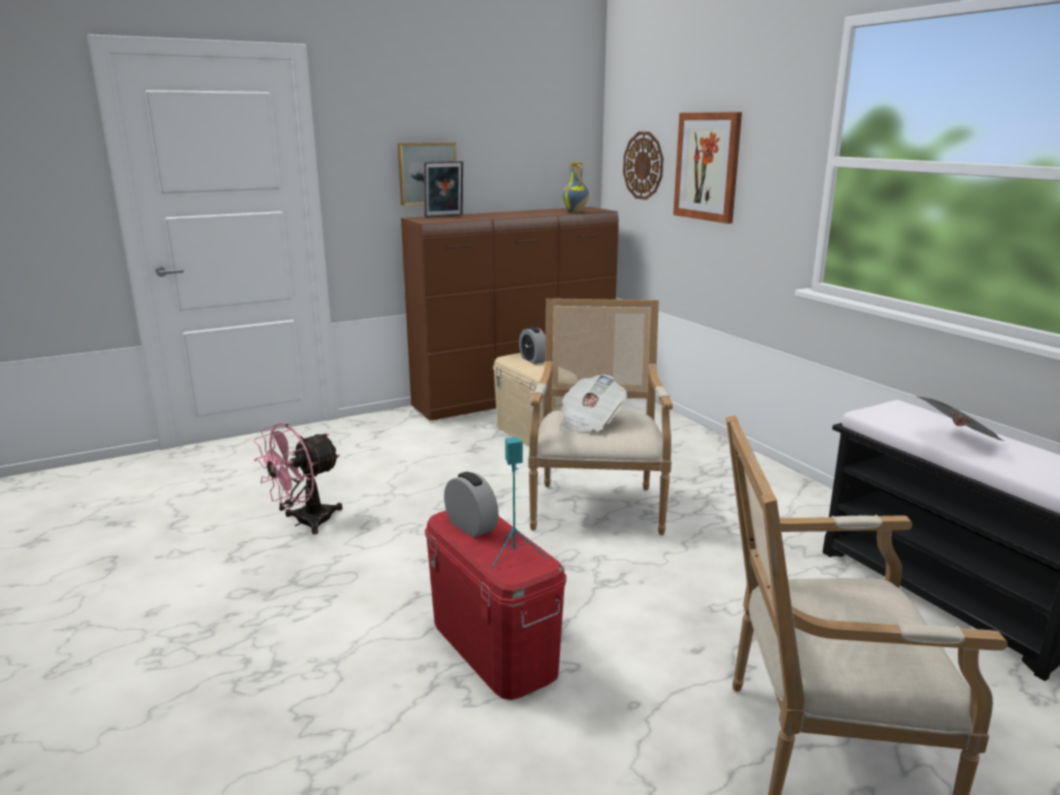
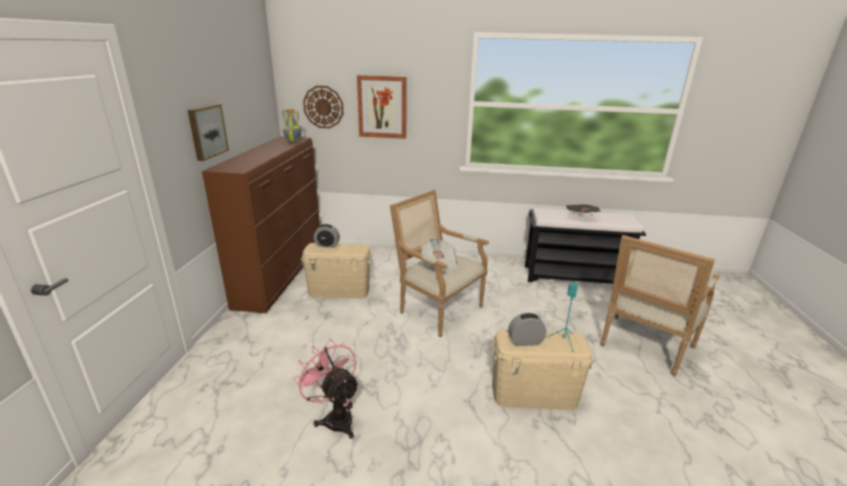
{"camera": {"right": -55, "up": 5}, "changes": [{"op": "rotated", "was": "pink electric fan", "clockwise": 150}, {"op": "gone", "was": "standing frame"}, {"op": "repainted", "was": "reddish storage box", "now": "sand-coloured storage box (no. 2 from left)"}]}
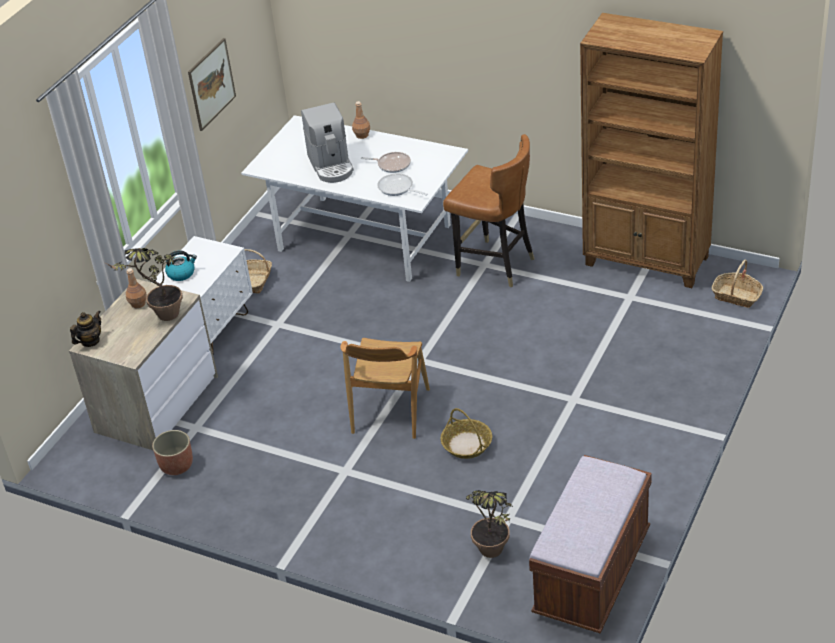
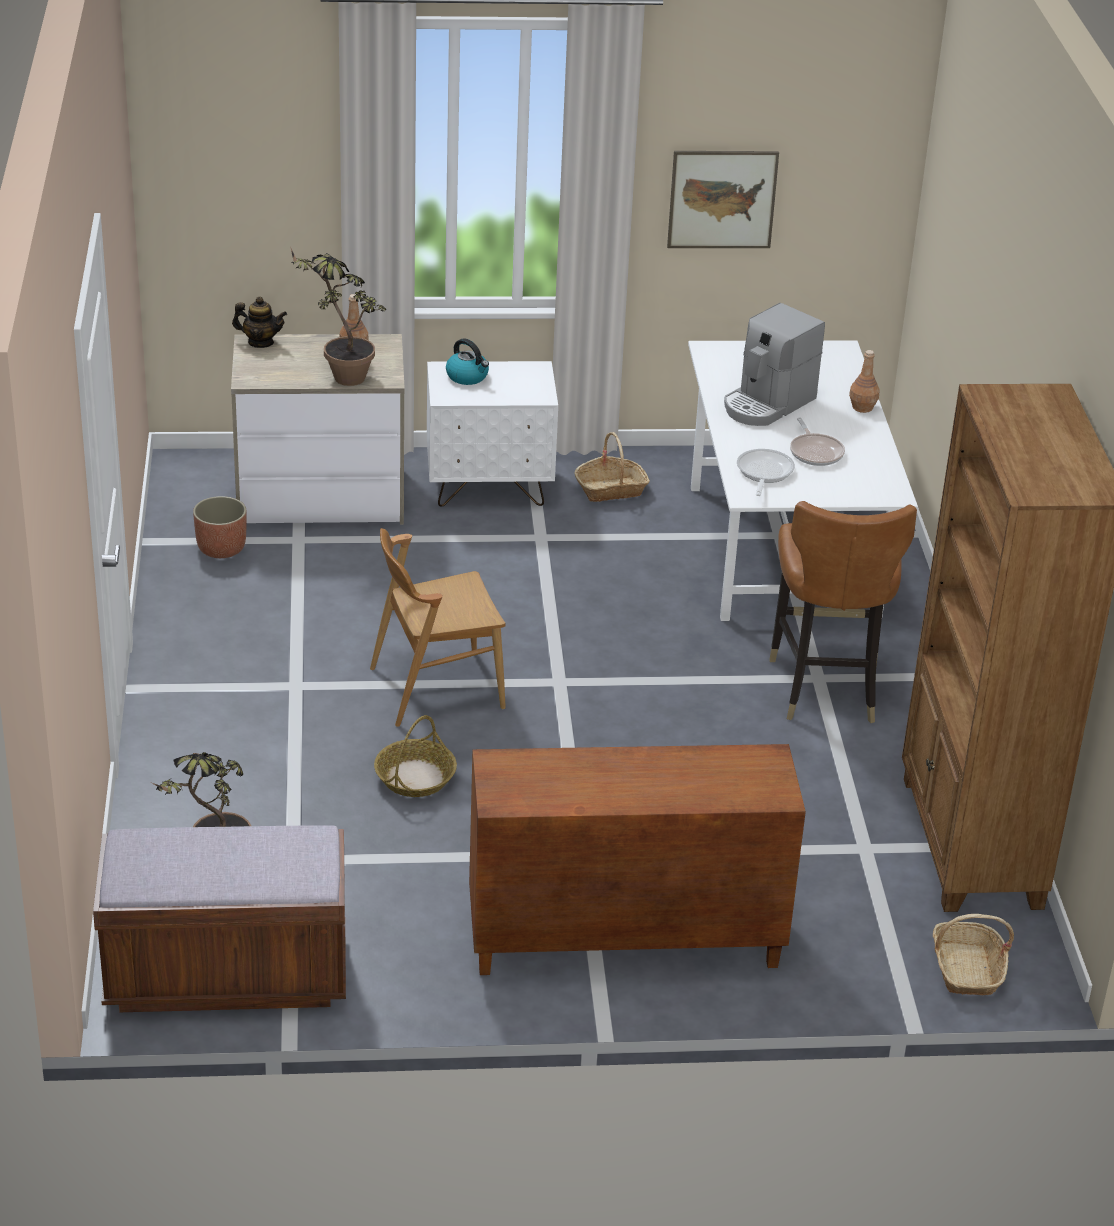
{"camera": {"right": 55, "up": -5}, "changes": [{"op": "new", "now": "brown-coloured storage cabinet"}]}
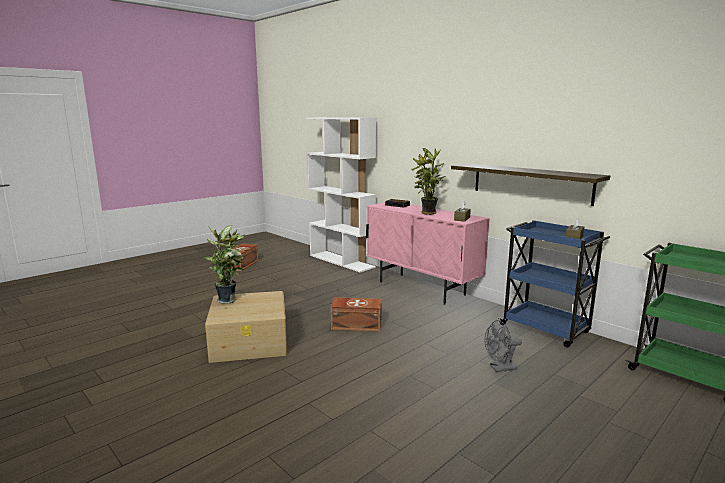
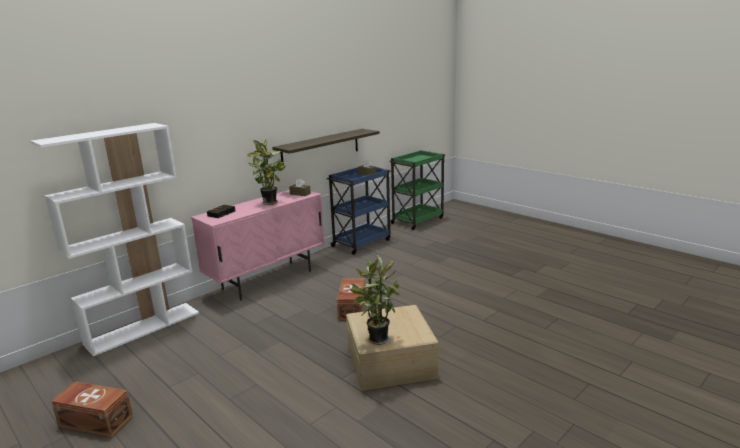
{"camera": {"right": -90, "up": 5}, "changes": [{"op": "gone", "was": "gray electric fan"}]}
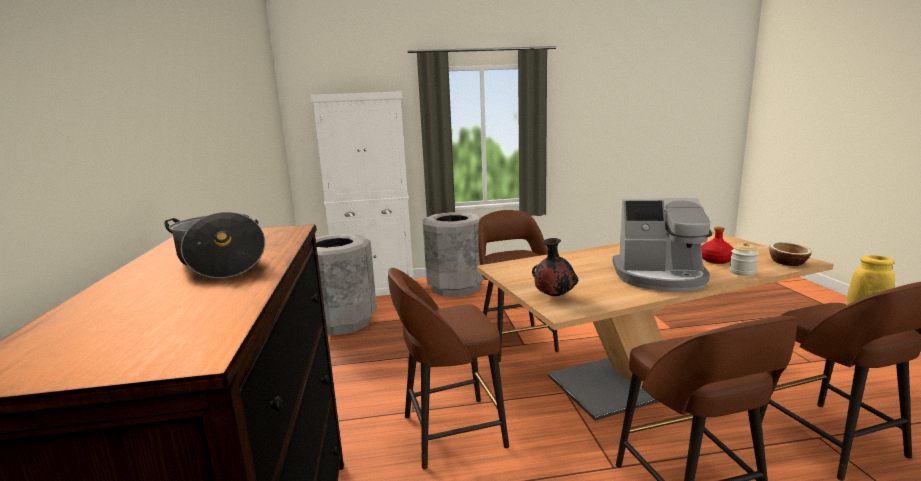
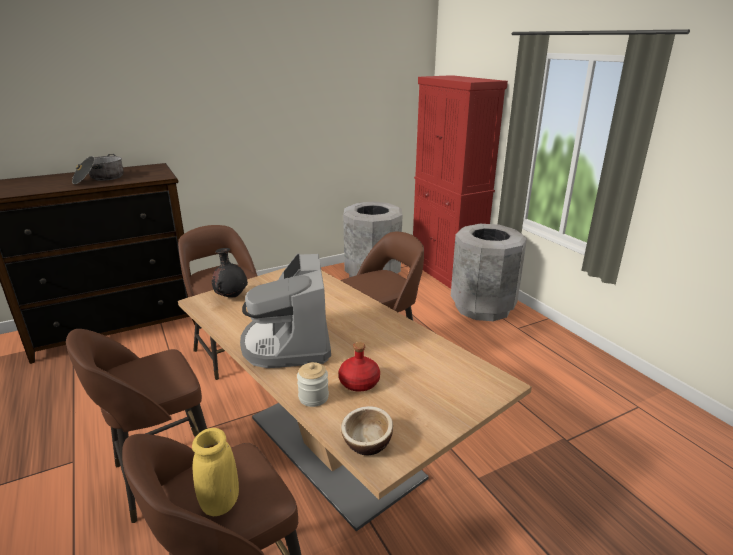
{"camera": {"right": 70, "up": 10}, "changes": [{"op": "repainted", "was": "whitish storage cabinet", "now": "reddish storage cabinet"}]}
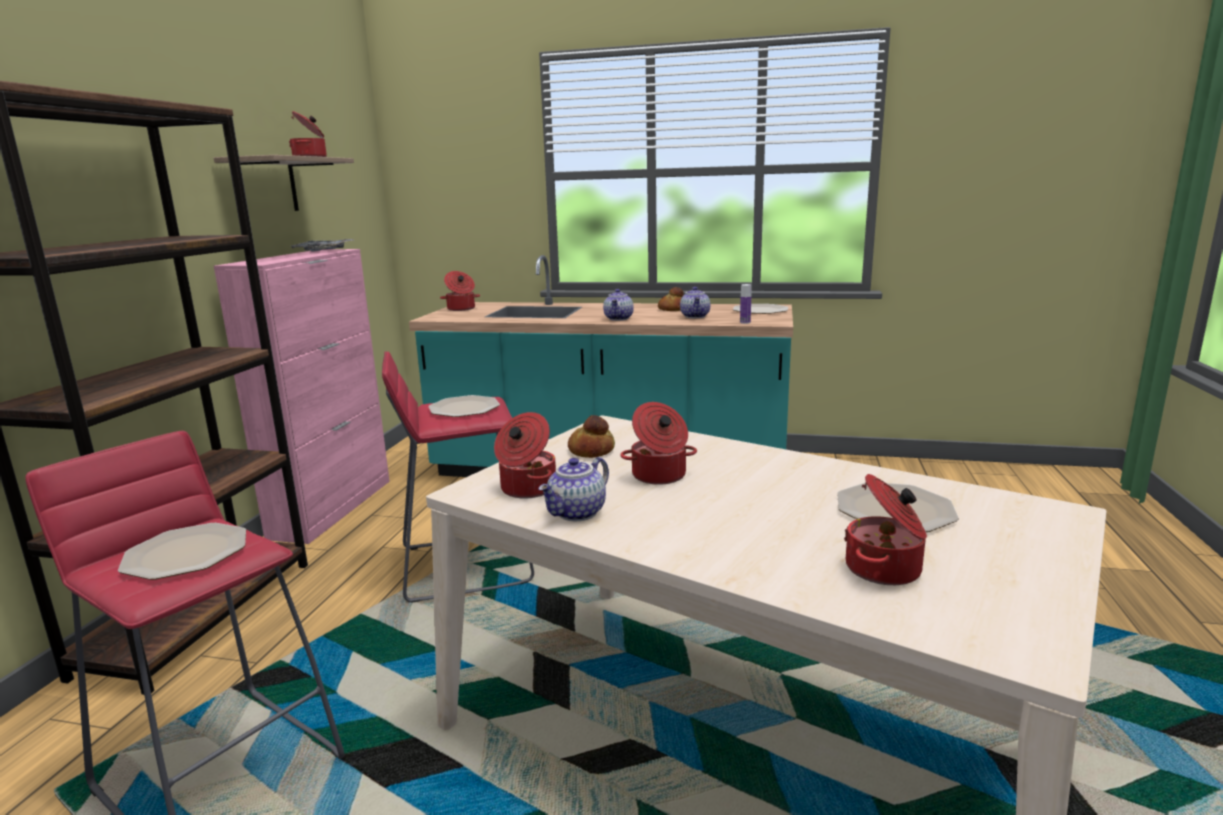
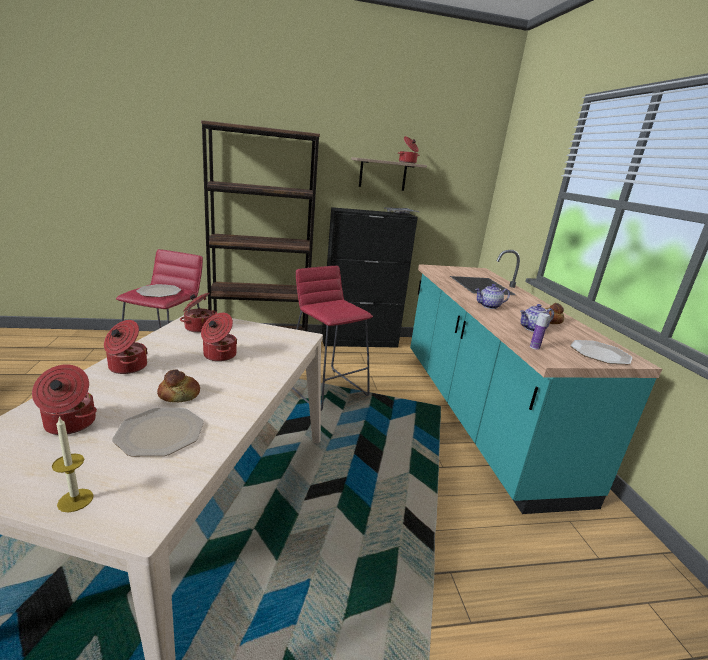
{"camera": {"right": 65, "up": 5}, "changes": [{"op": "repainted", "was": "pink storage cabinet", "now": "blackish storage cabinet"}, {"op": "gone", "was": "flat dish (no. 2 from left)"}, {"op": "shifted", "was": "stockpot (no. 2 from left)"}, {"op": "gone", "was": "tea pot (no. 1 from left)"}, {"op": "shifted", "was": "bakery bread (no. 1 from left)"}, {"op": "new", "now": "wax candle"}]}
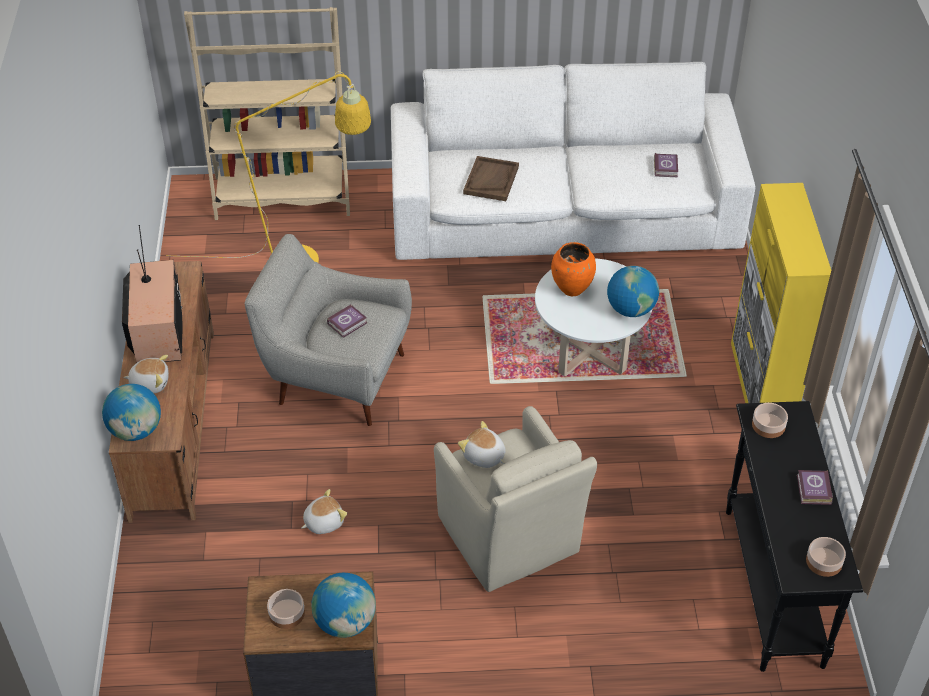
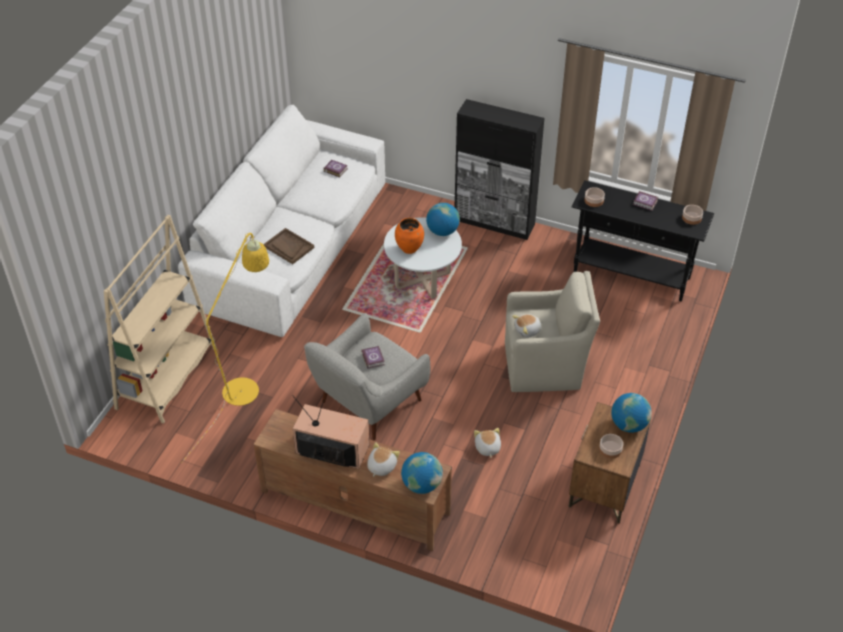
{"camera": {"right": -65, "up": 0}, "changes": [{"op": "repainted", "was": "yellow storage cabinet", "now": "blackish storage cabinet"}]}
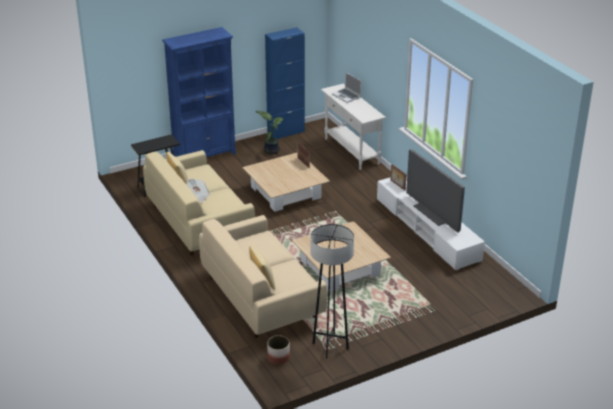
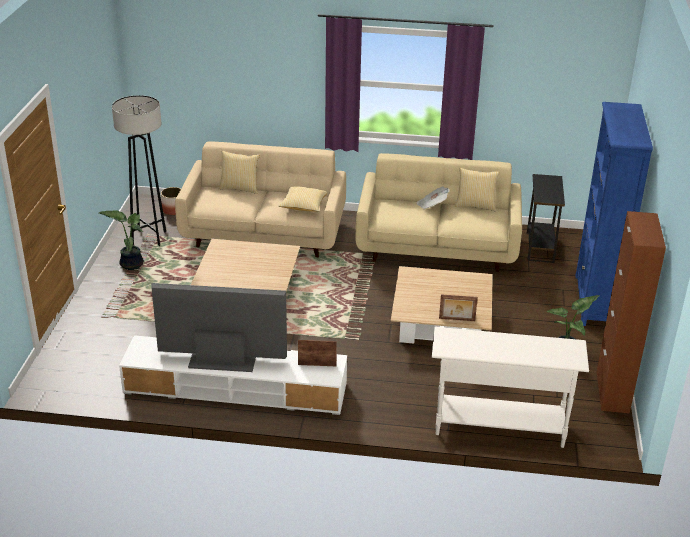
{"camera": {"right": 125, "up": 0}, "changes": [{"op": "repainted", "was": "bluish storage cabinet", "now": "brown-coloured storage cabinet"}, {"op": "gone", "was": "laptop"}, {"op": "new", "now": "houseplant (no. 1 from left)"}, {"op": "new", "now": "pillow (no. 2 from left)"}]}
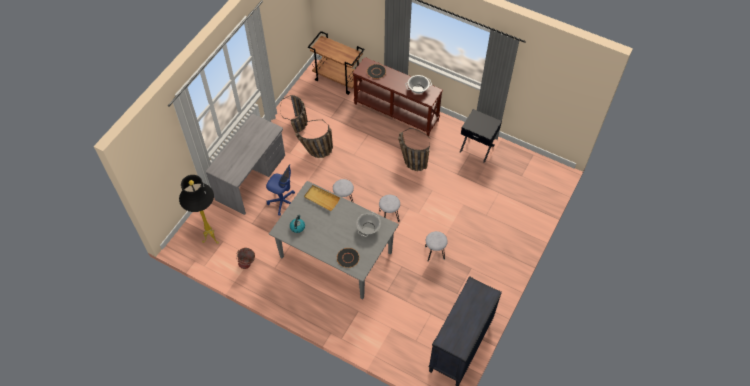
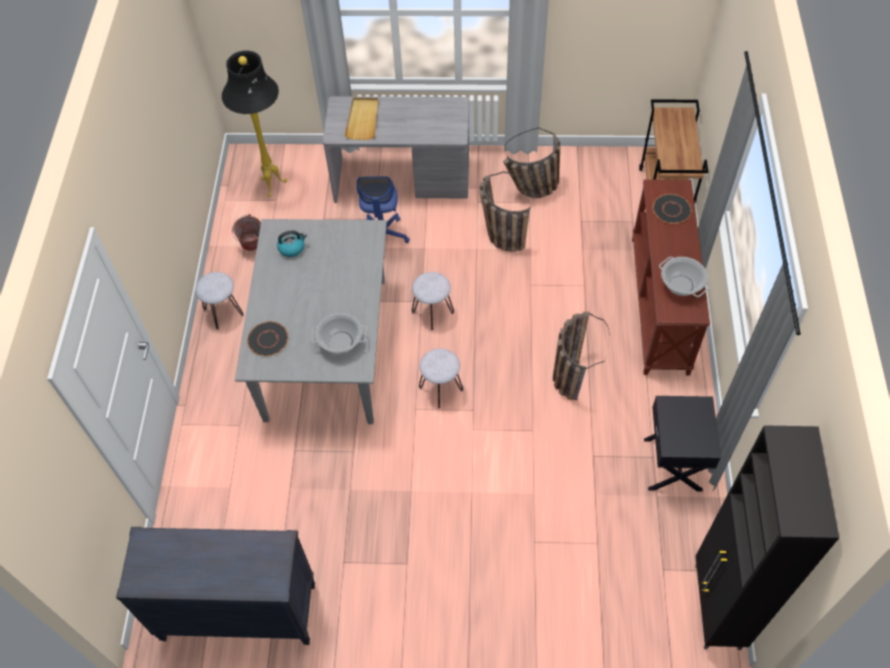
{"camera": {"right": 65, "up": 0}, "changes": [{"op": "shifted", "was": "sand-coloured tray"}, {"op": "shifted", "was": "gray stool seat (no. 3 from left in the first image)", "now": "gray stool seat (no. 1 from left)"}, {"op": "new", "now": "blackish storage cabinet"}]}
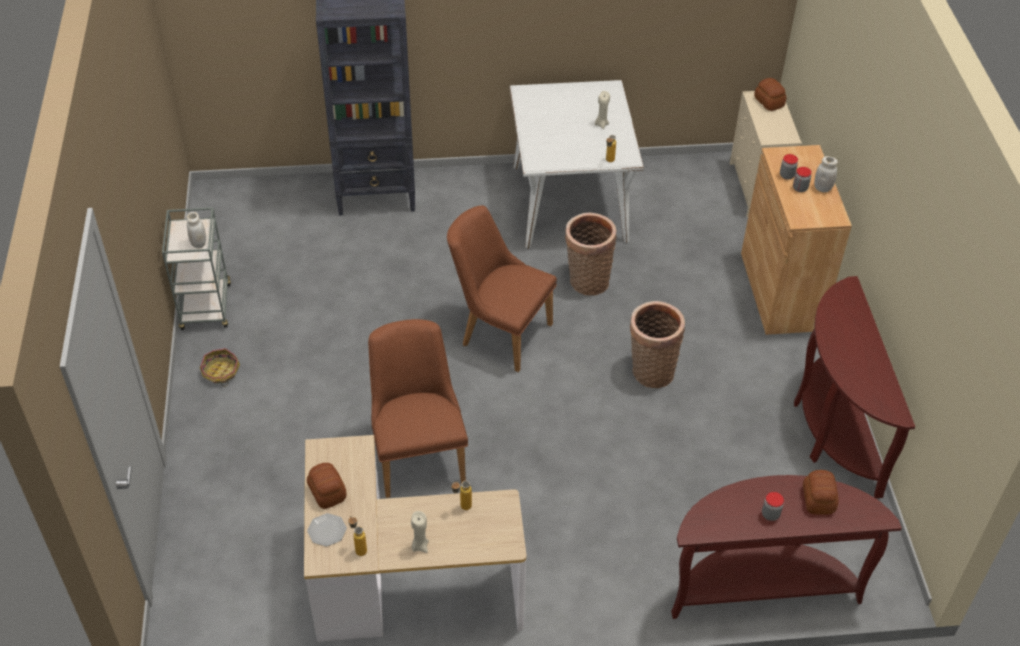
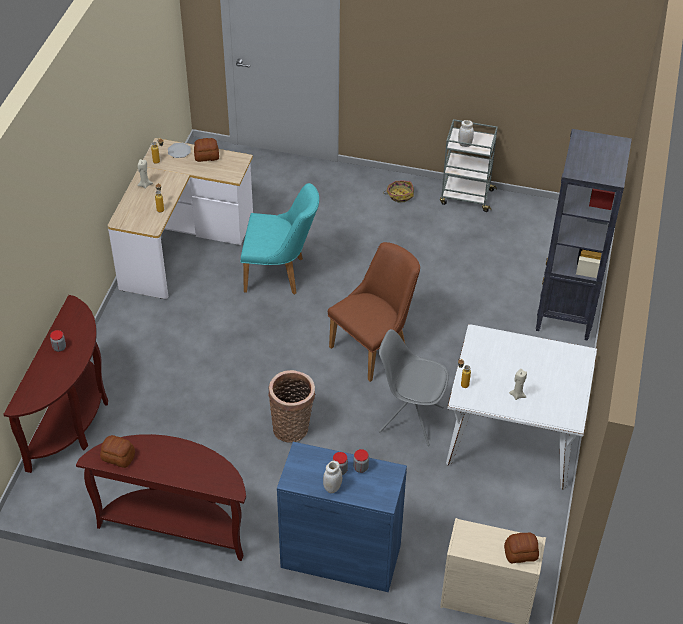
{"camera": {"right": 110, "up": 0}, "changes": [{"op": "repainted", "was": "brown-coloured upright chair (no. 1 from left)", "now": "blue-green upright chair"}, {"op": "swapped", "was": "basket (no. 2 from left)", "now": "gray upright chair"}, {"op": "repainted", "was": "brown-coloured storage cabinet", "now": "bluish storage cabinet"}, {"op": "shifted", "was": "bakery bread (no. 3 from left in the first image)", "now": "bakery bread (no. 1 from left)"}]}
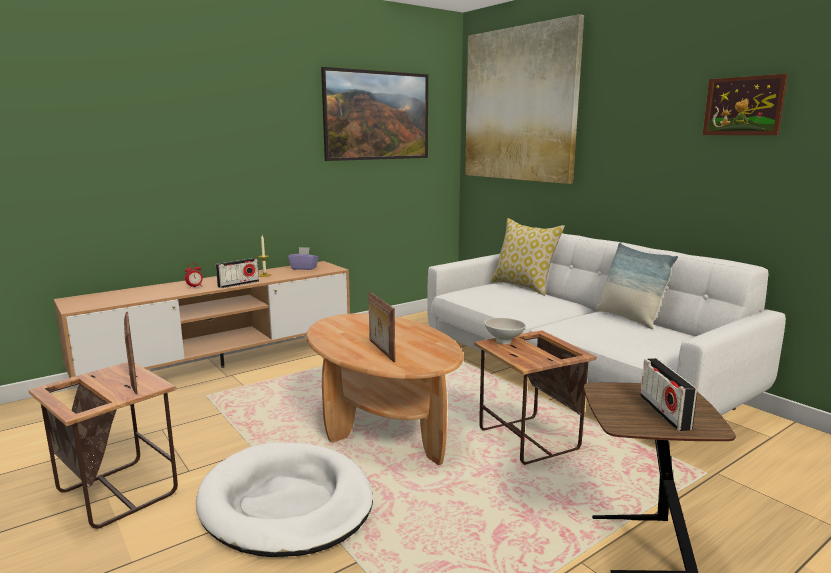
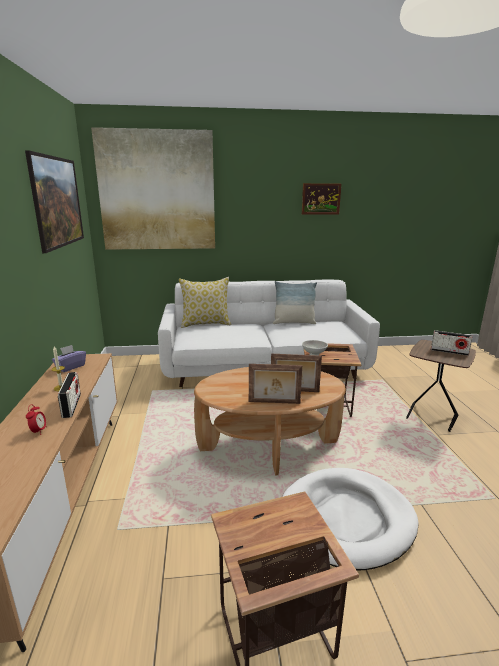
{"camera": {"right": -60, "up": 5}, "changes": [{"op": "shifted", "was": "standing frame (no. 1 from left)"}]}
